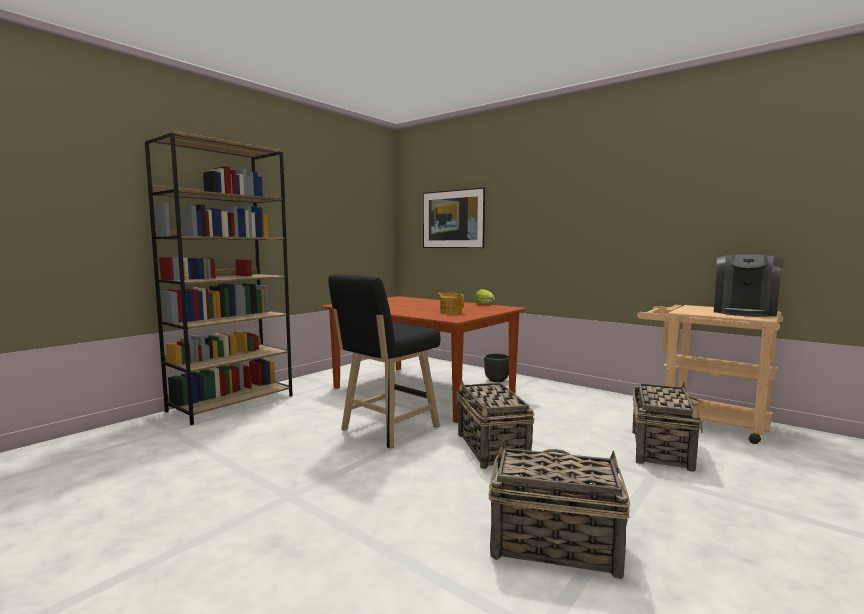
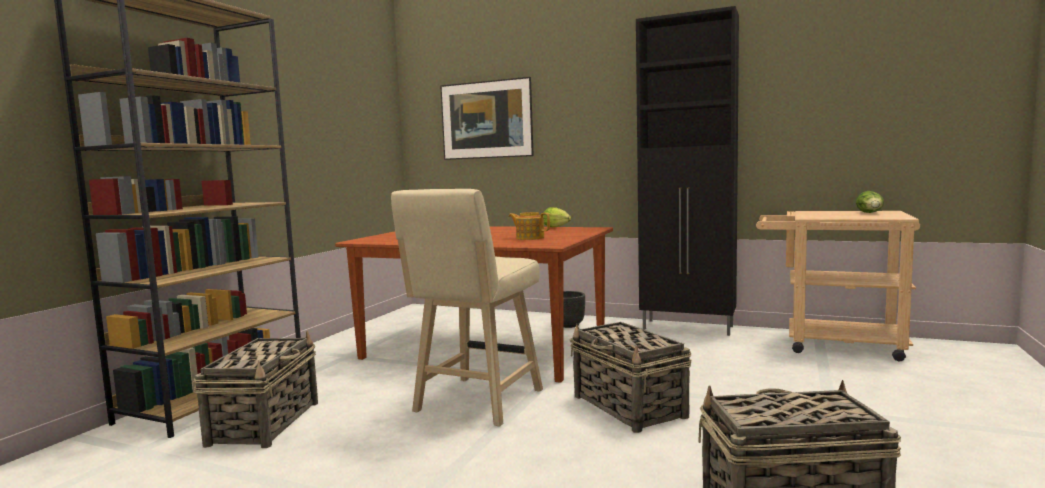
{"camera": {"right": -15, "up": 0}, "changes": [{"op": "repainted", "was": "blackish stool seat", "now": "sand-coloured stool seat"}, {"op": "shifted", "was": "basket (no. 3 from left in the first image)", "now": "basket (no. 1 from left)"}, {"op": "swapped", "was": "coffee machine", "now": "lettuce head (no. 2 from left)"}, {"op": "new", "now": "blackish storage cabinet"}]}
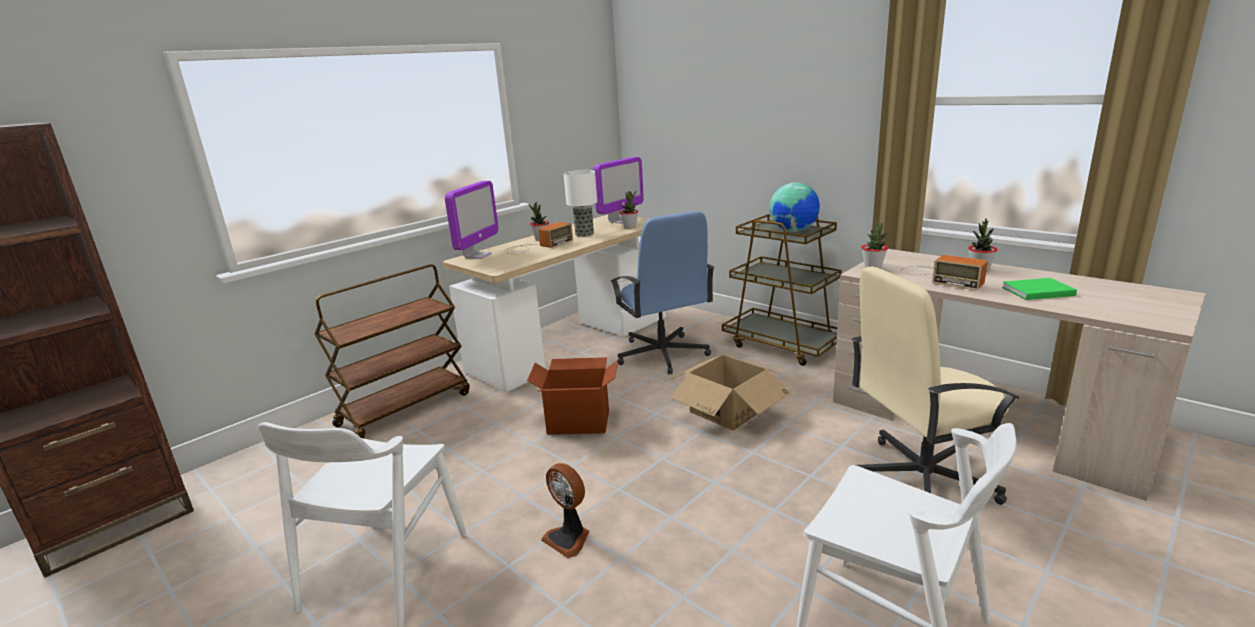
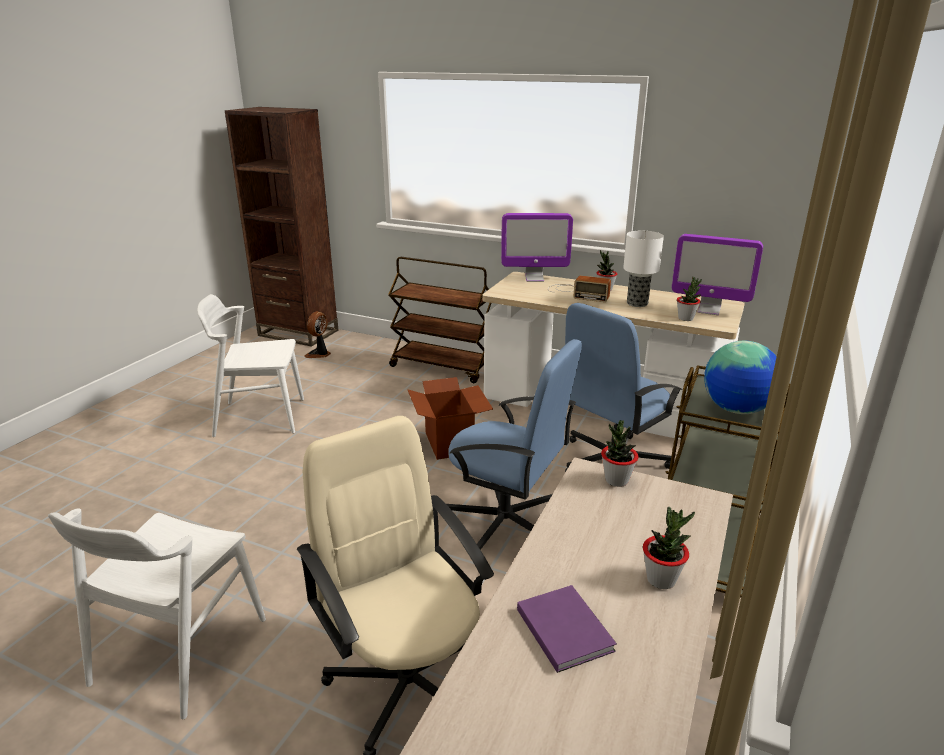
{"camera": {"right": 70, "up": 5}, "changes": [{"op": "shifted", "was": "electric fan"}, {"op": "swapped", "was": "cardboard box (no. 2 from left)", "now": "bluish office chair (no. 1 from left)"}, {"op": "gone", "was": "radio receiver (no. 2 from left)"}, {"op": "repainted", "was": "green volume", "now": "purplish volume"}]}
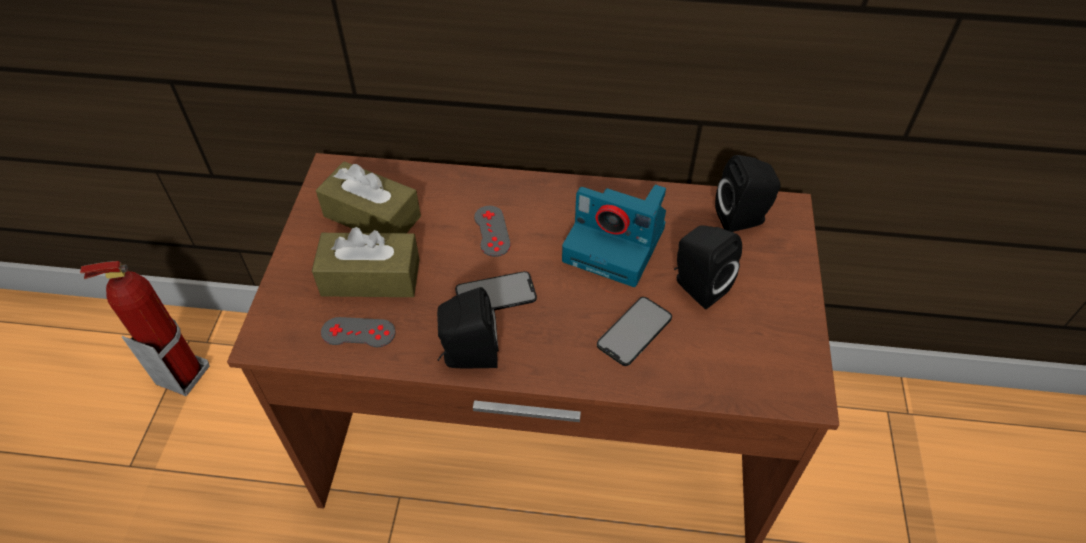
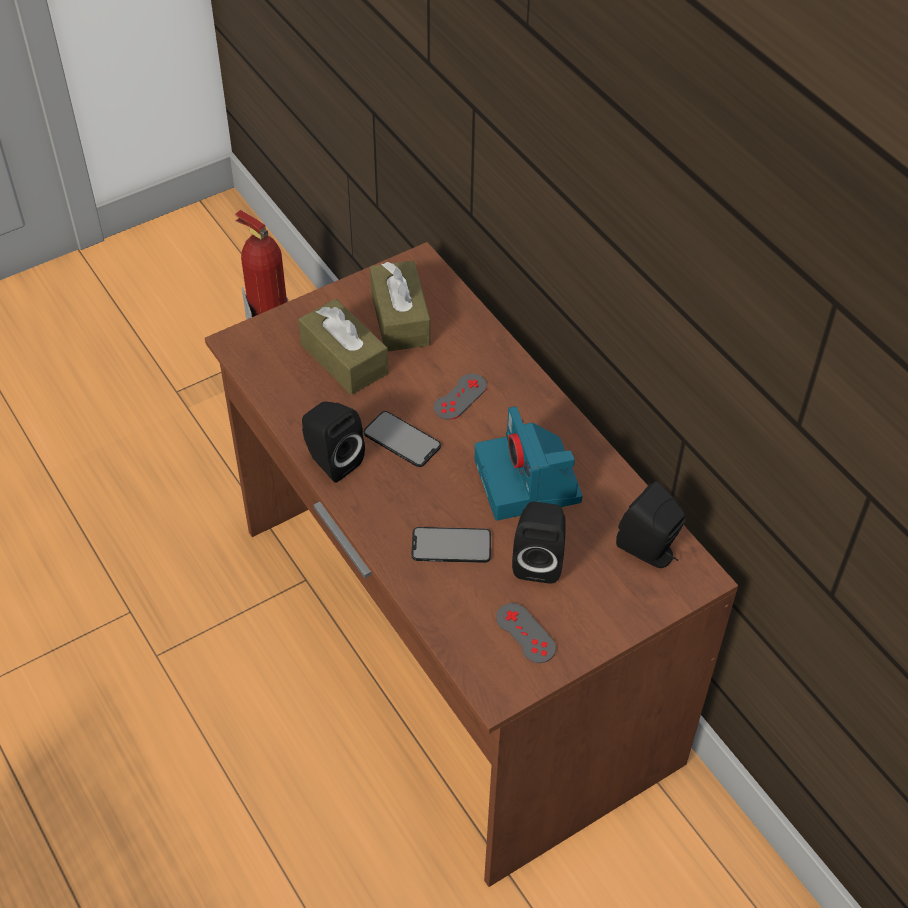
{"camera": {"right": 50, "up": 0}, "changes": [{"op": "shifted", "was": "gray game controller (no. 1 from left in the first image)", "now": "gray game controller (no. 2 from left)"}]}
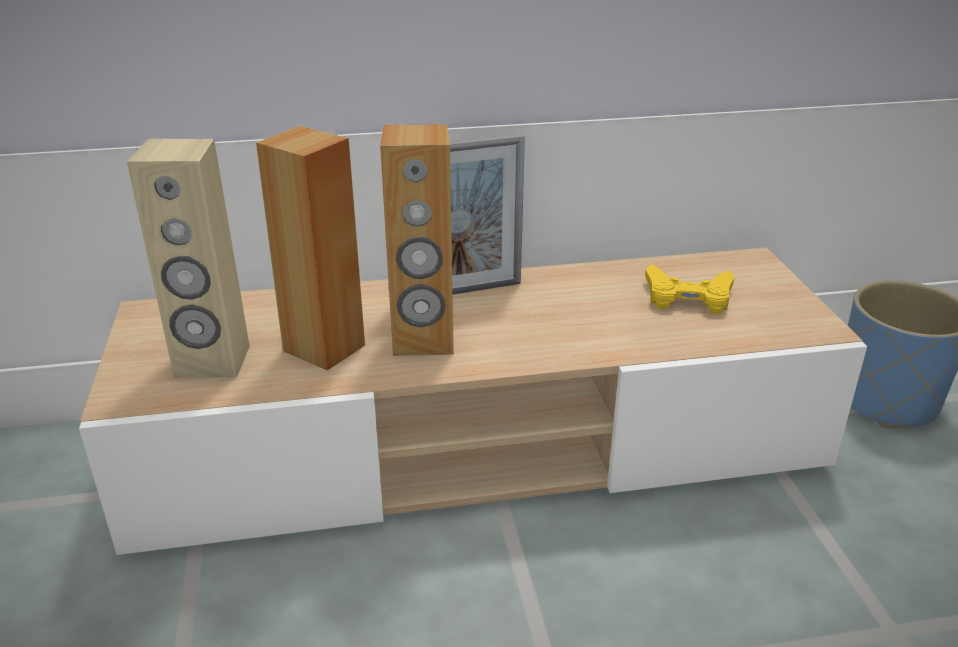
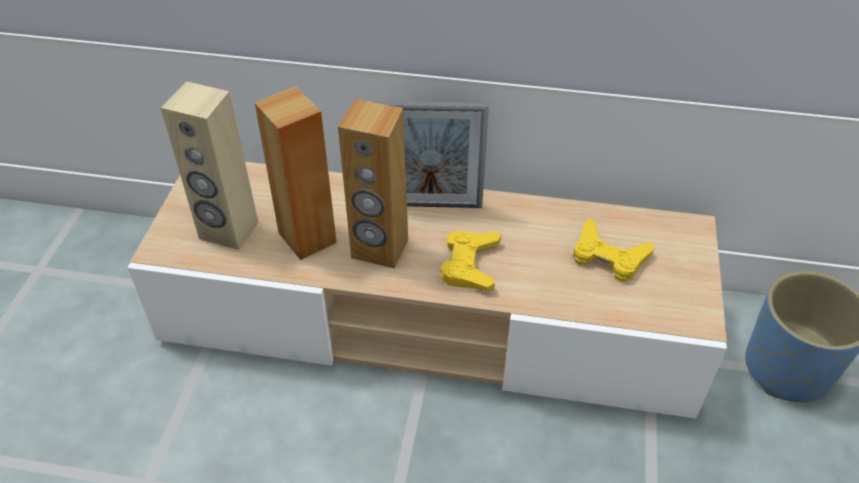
{"camera": {"right": 20, "up": 15}, "changes": [{"op": "new", "now": "yellow game controller (no. 1 from left)"}]}
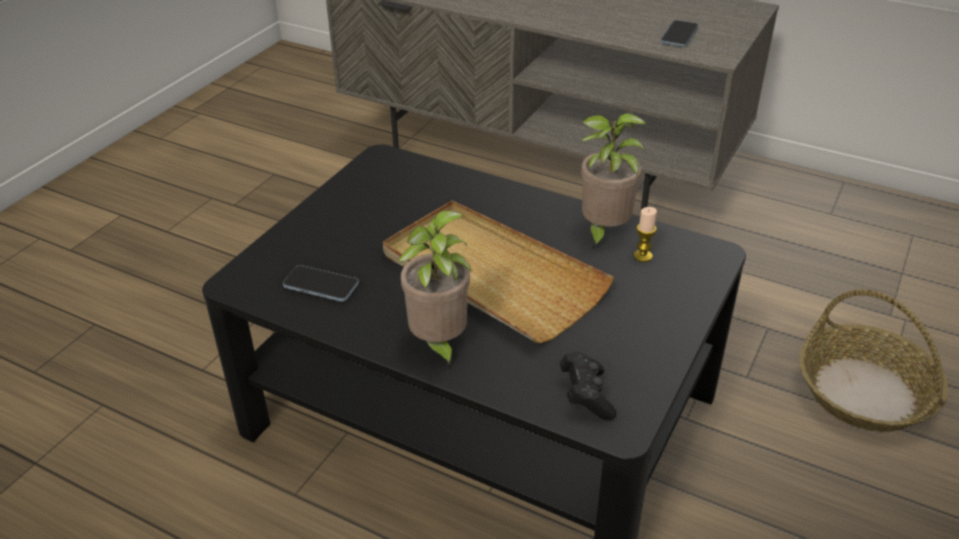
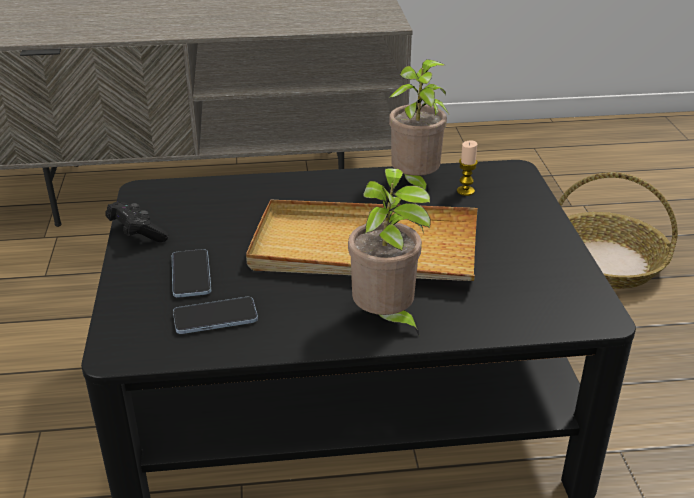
{"camera": {"right": -35, "up": -5}, "changes": [{"op": "shifted", "was": "blackish game controller"}, {"op": "shifted", "was": "handset (no. 2 from left in the first image)", "now": "handset (no. 1 from left)"}]}
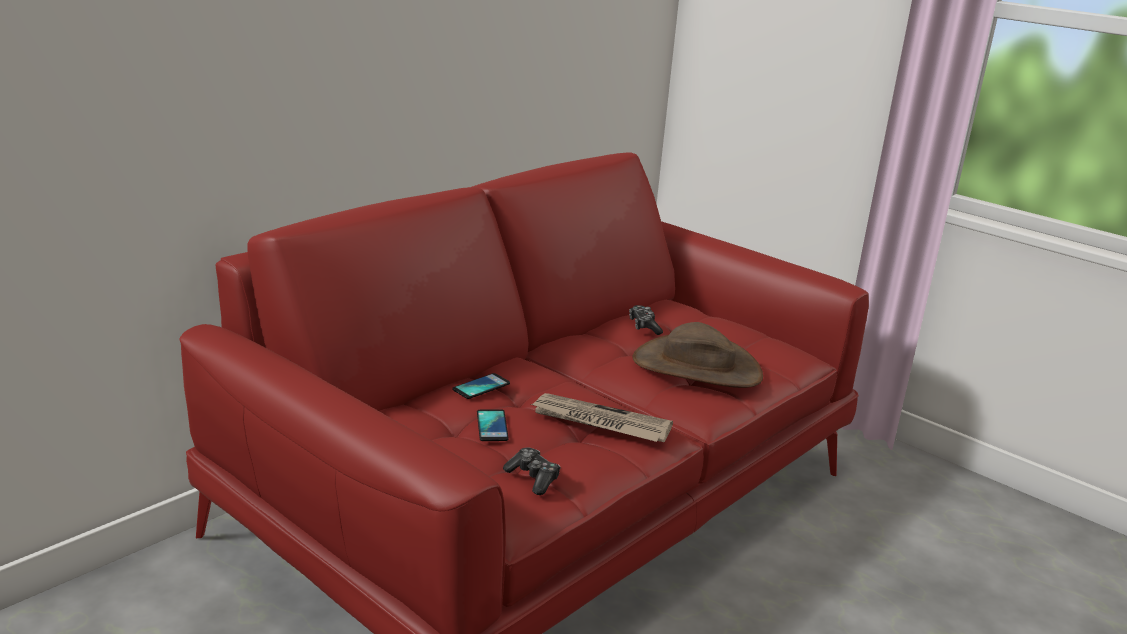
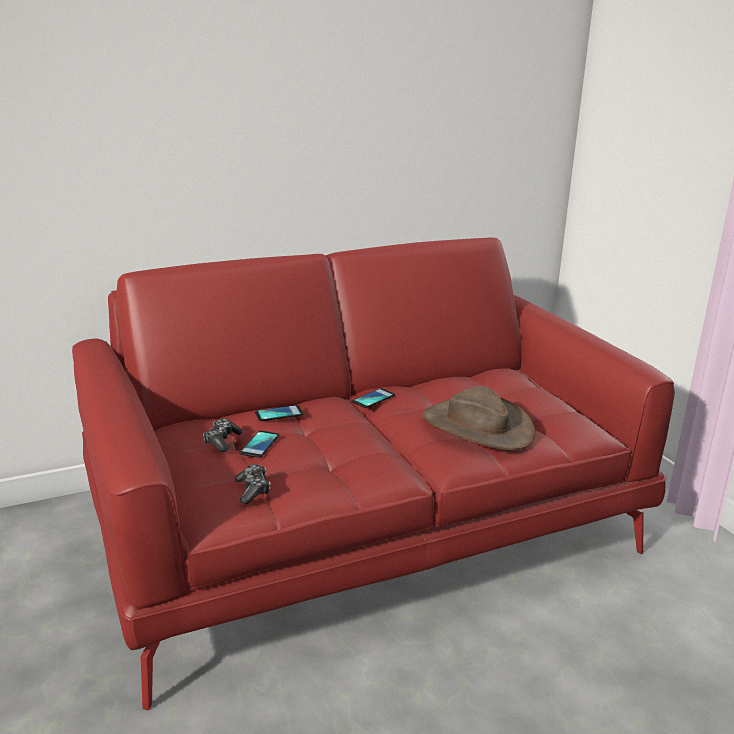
{"camera": {"right": 25, "up": 0}, "changes": [{"op": "gone", "was": "printed paper"}, {"op": "shifted", "was": "game controller (no. 2 from left in the first image)", "now": "game controller (no. 1 from left)"}, {"op": "new", "now": "handset (no. 3 from left)"}]}
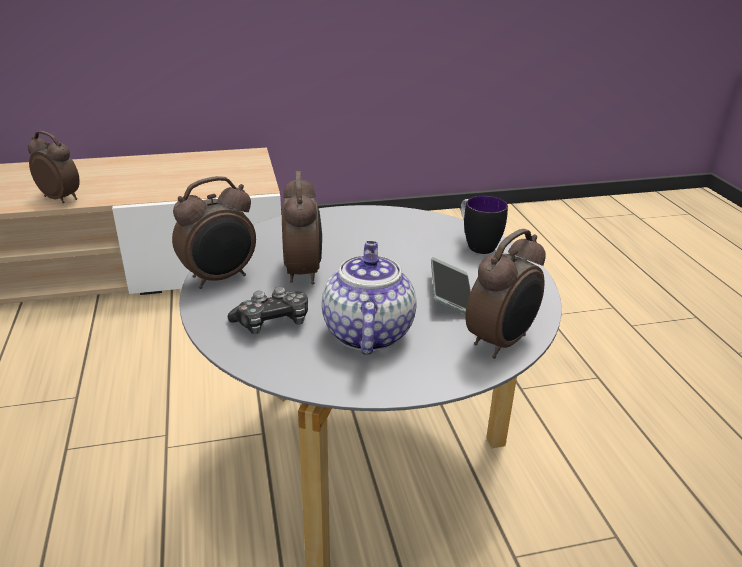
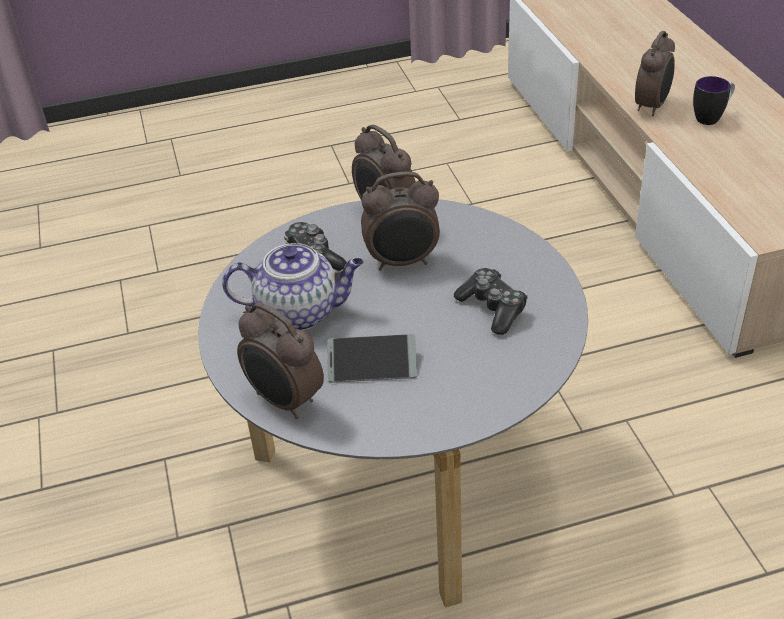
{"camera": {"right": 90, "up": 10}, "changes": [{"op": "shifted", "was": "mug"}, {"op": "new", "now": "game controller (no. 2 from left)"}]}
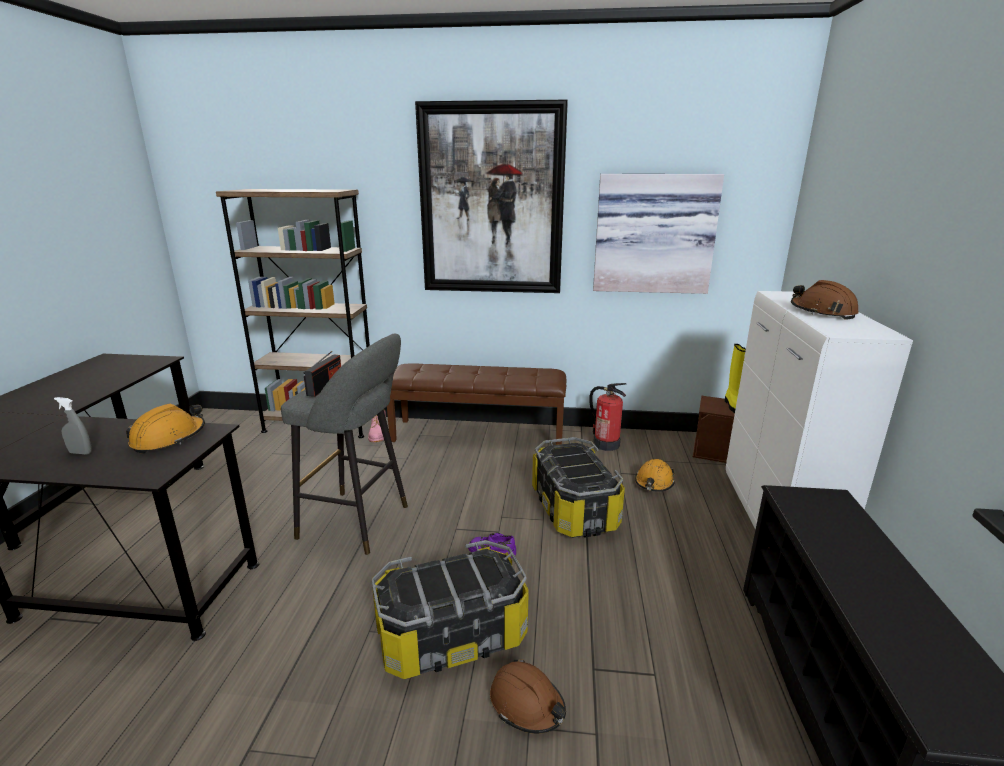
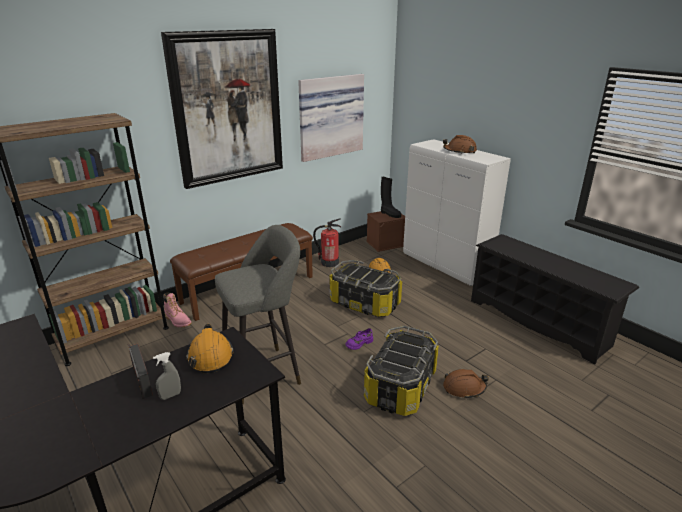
{"camera": {"right": -45, "up": 5}, "changes": [{"op": "shifted", "was": "radio receiver"}, {"op": "repainted", "was": "yellow tall boot", "now": "blackish tall boot"}]}
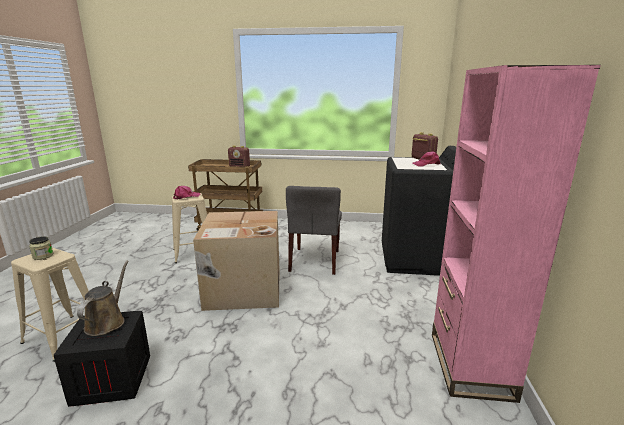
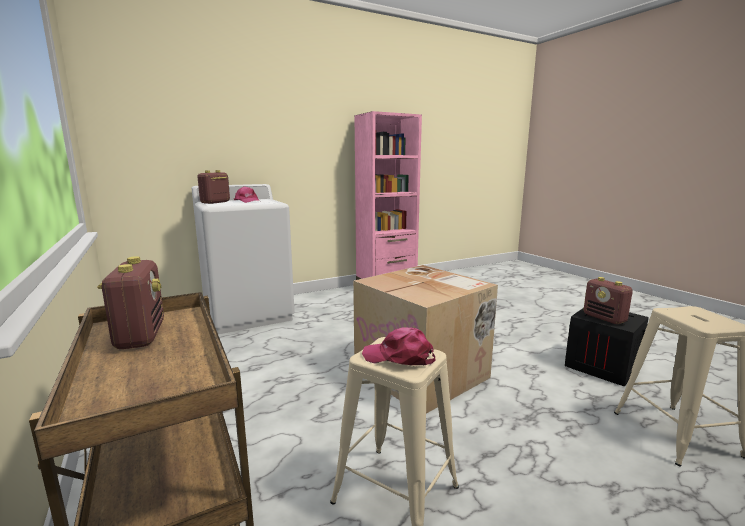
{"camera": {"right": -125, "up": -5}, "changes": [{"op": "gone", "was": "preserve jar"}, {"op": "swapped", "was": "brown-coloured watering can", "now": "radio receiver (no. 3 from left)"}, {"op": "gone", "was": "gray upright chair"}, {"op": "repainted", "was": "blackish washing machine", "now": "whitish washing machine"}]}
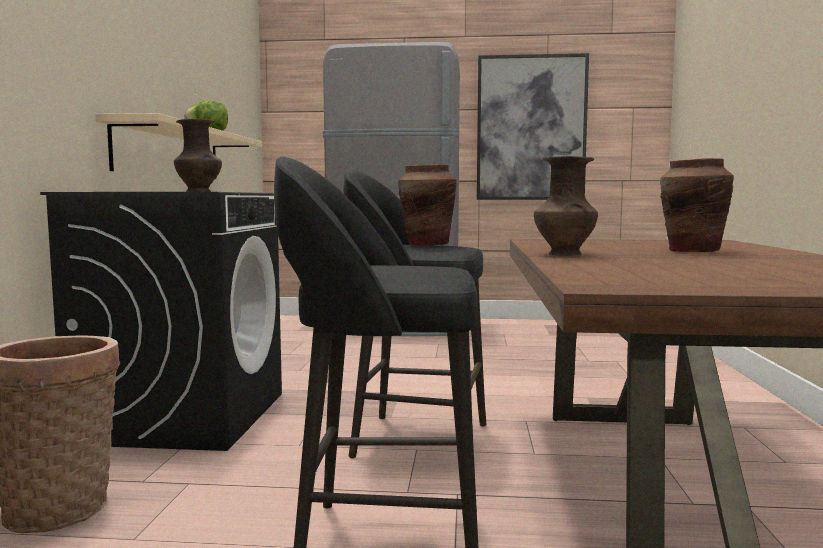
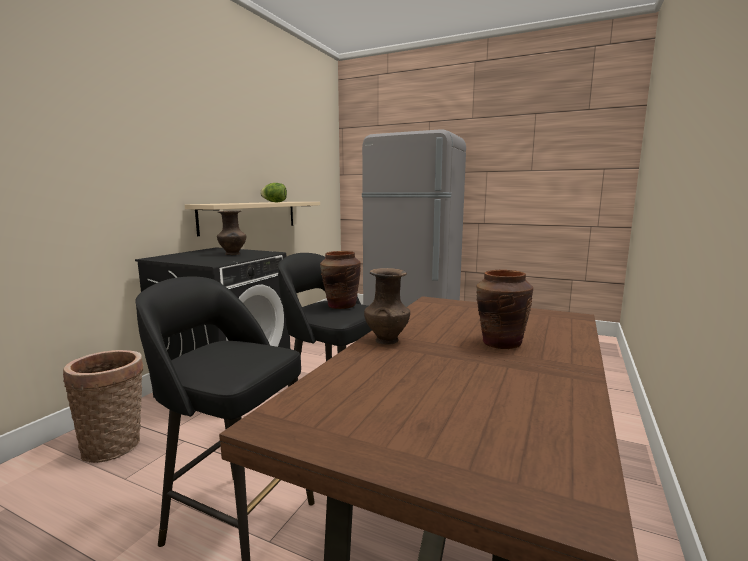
{"camera": {"right": 20, "up": 5}, "changes": [{"op": "gone", "was": "wall art"}]}
